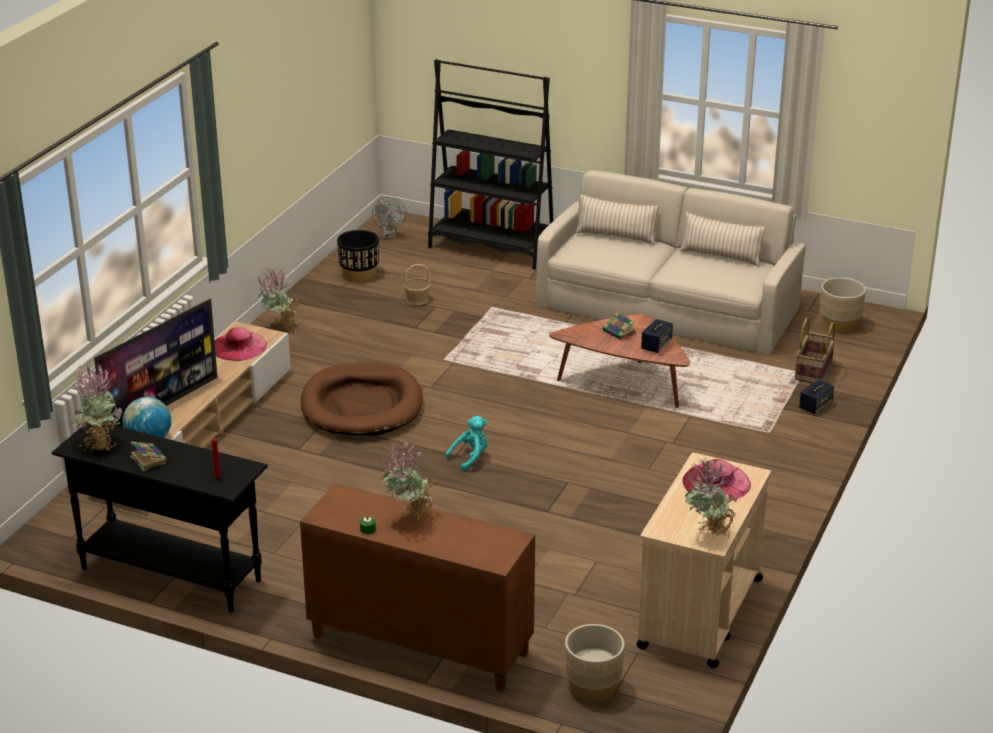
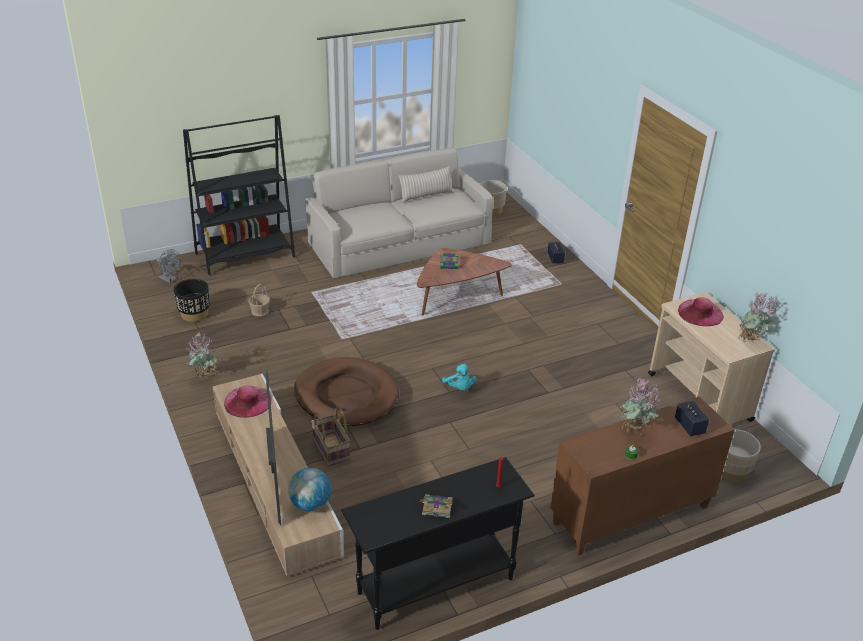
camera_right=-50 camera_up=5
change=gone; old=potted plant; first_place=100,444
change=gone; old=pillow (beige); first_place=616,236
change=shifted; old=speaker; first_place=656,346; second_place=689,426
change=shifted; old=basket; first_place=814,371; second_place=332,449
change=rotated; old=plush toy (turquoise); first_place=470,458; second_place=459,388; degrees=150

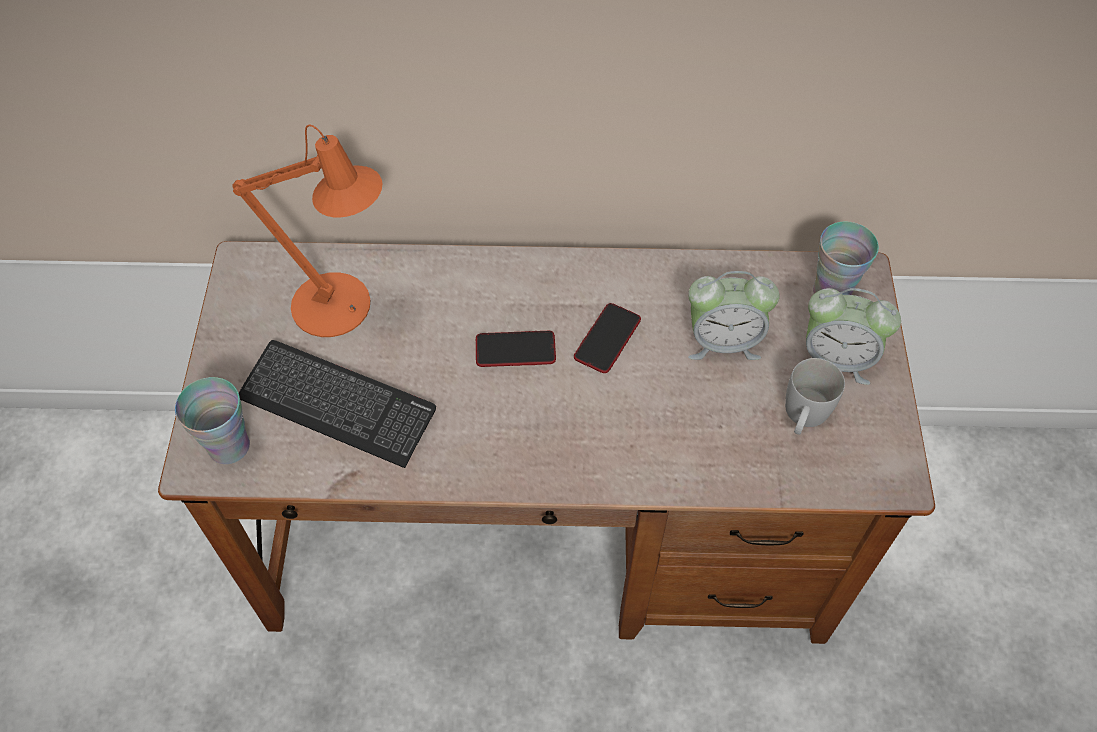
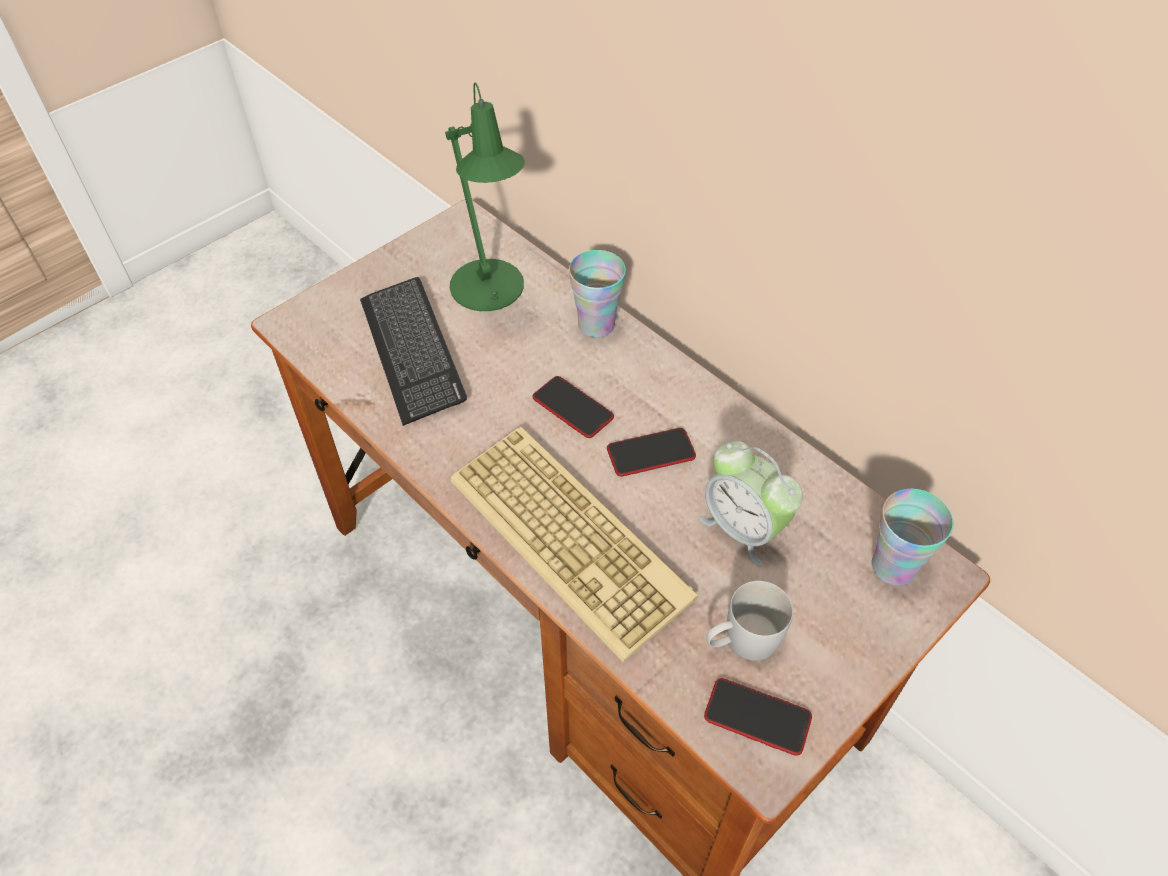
camera_right=45 camera_up=-5
change=gone; old=alarm clock; first_place=835,359
change=new; new=keyboard; second_place=573,537
change=new; new=phone; second_place=757,717
change=shifted; old=cup; first_place=229,446; second_place=596,324
change=repainted; old=table lamp (orange); new=table lamp (green); first_place=342,308; second_place=491,292

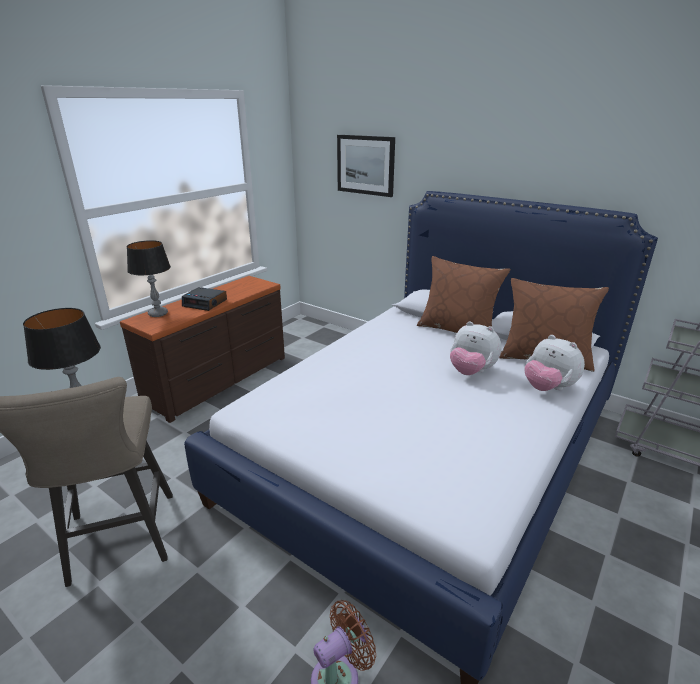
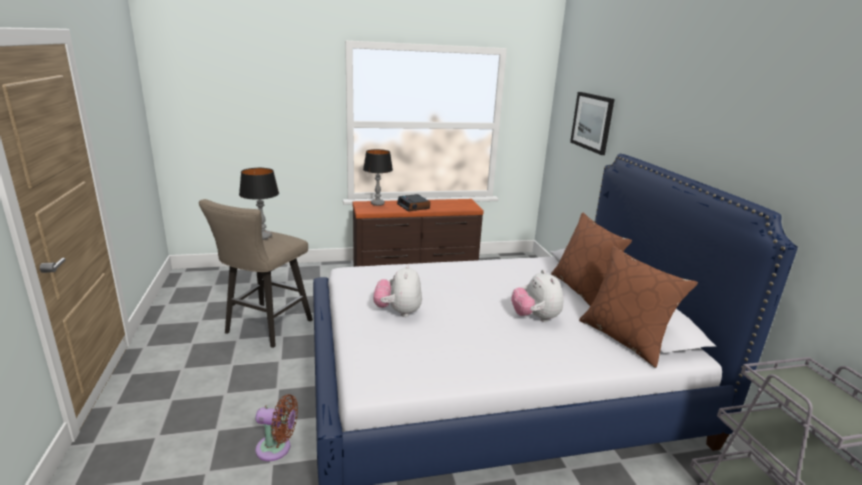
camera_right=40 camera_up=-5
change=shifted; old=plush toy; first_place=548,388; second_place=398,312

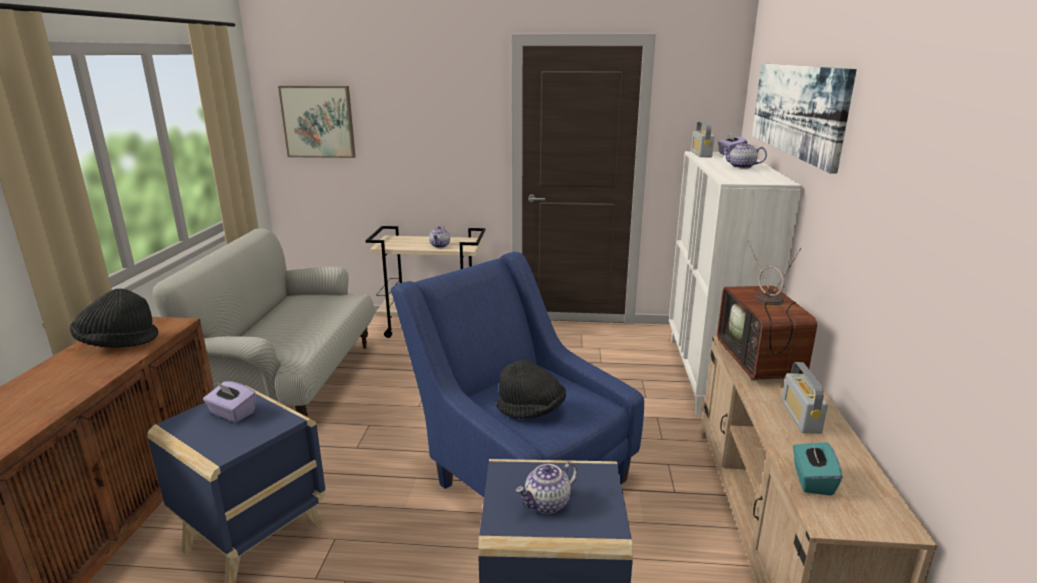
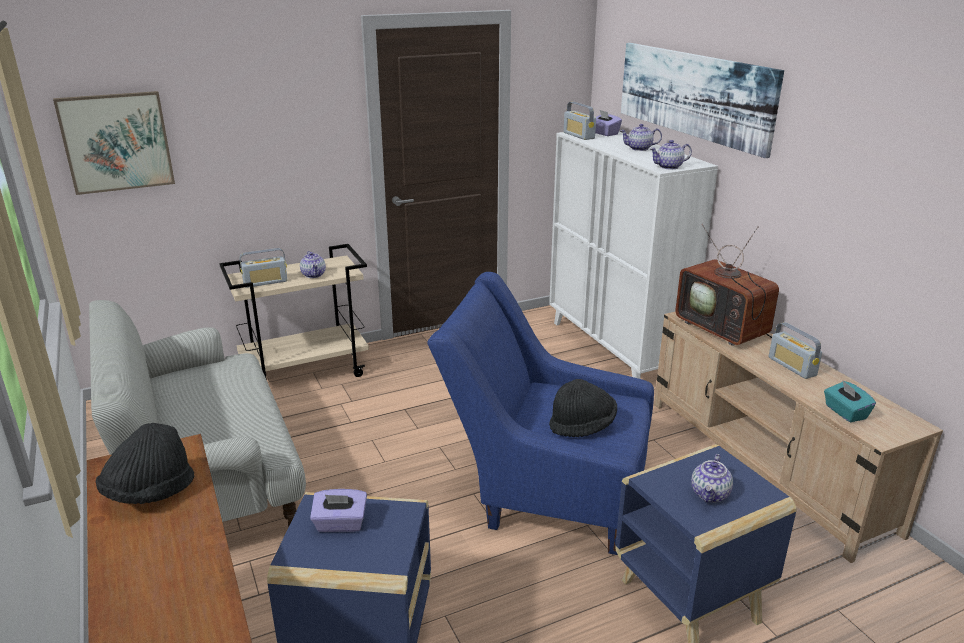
camera_right=-30 camera_up=5
change=new; new=radio; second_place=265,282
change=new; new=teapot; second_place=669,167

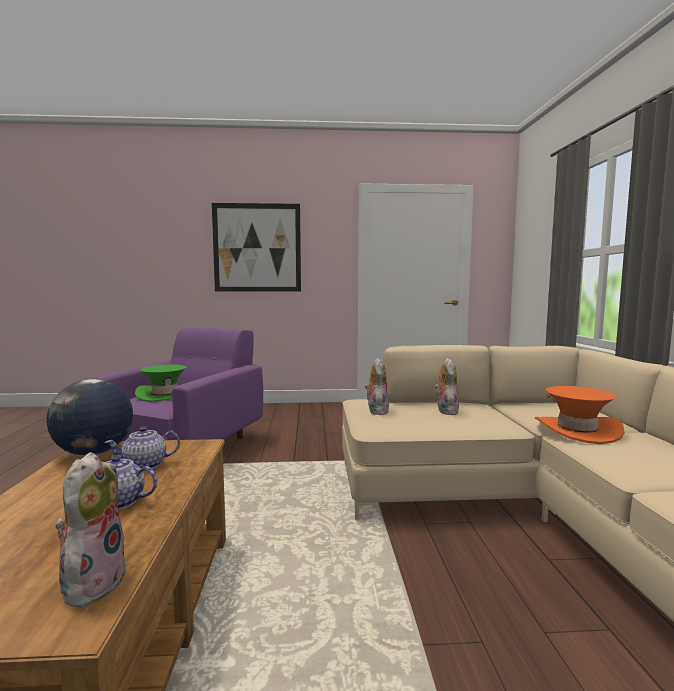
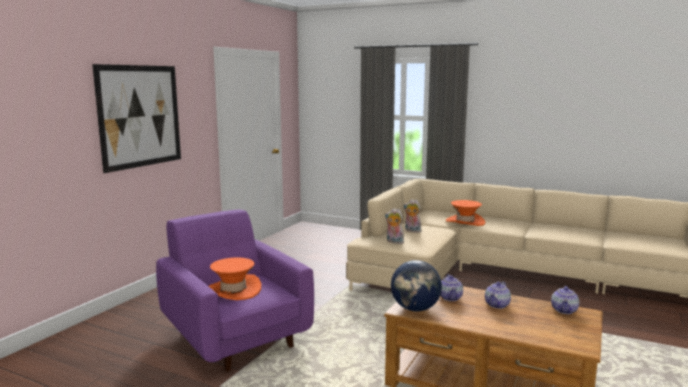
camera_right=-60 camera_up=5
change=swapped; old=plush toy; new=teapot; first_place=93,581; second_place=564,310
change=repainted; old=hat (green); new=hat (orange); first_place=165,395; second_place=233,290

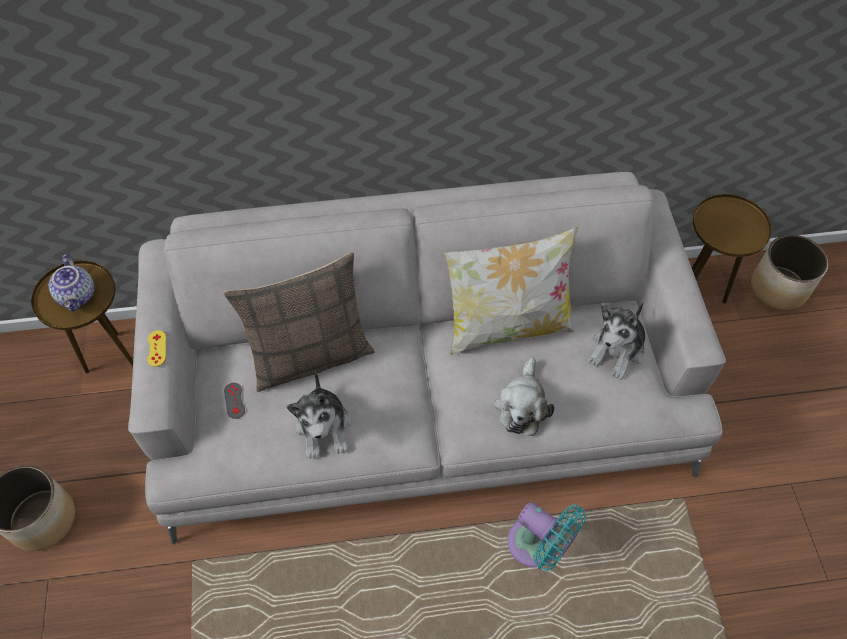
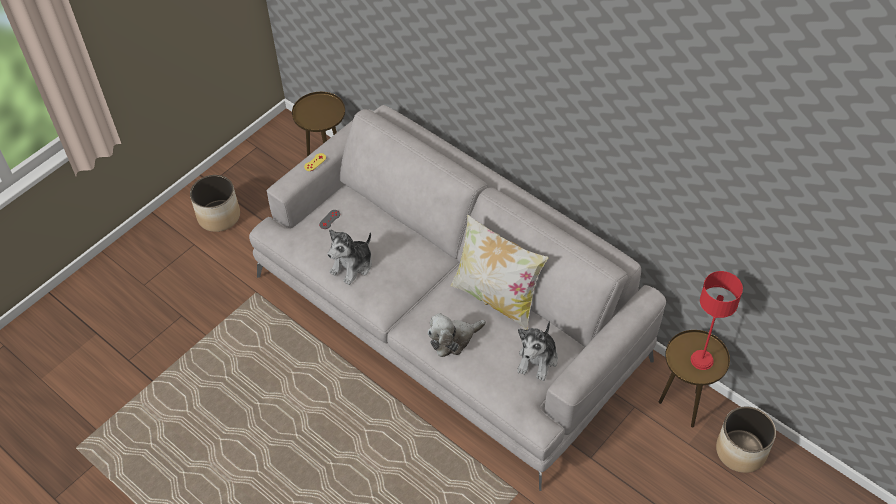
camera_right=50 camera_up=-5
change=gone; old=teapot; first_place=78,295
change=gone; old=pillow; first_place=311,355
change=gone; old=fan (turquoise); first_place=538,546
change=new; new=table lamp (red); second_place=702,360
change=rotated; old=plush toy; first_place=617,350; second_place=538,359; degrees=-60

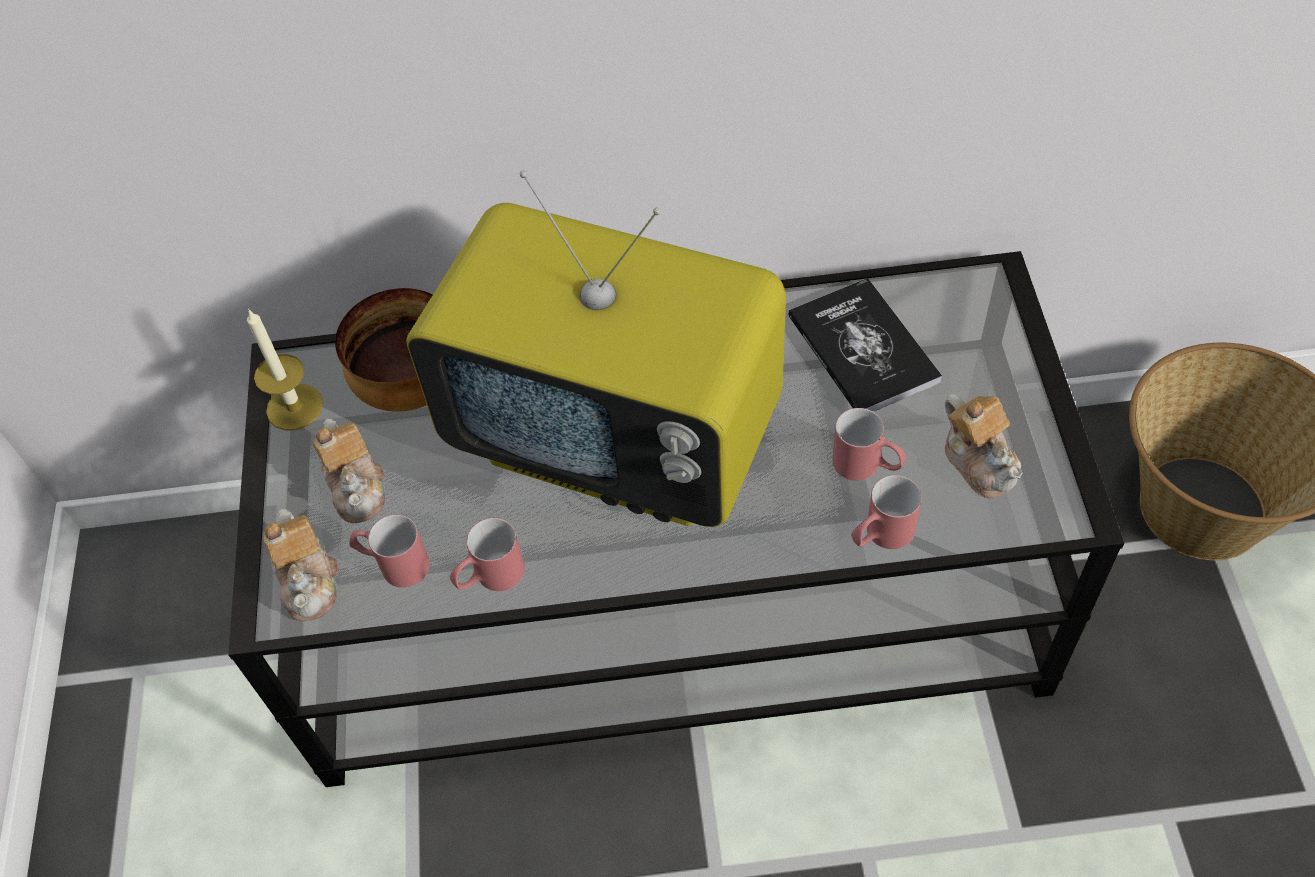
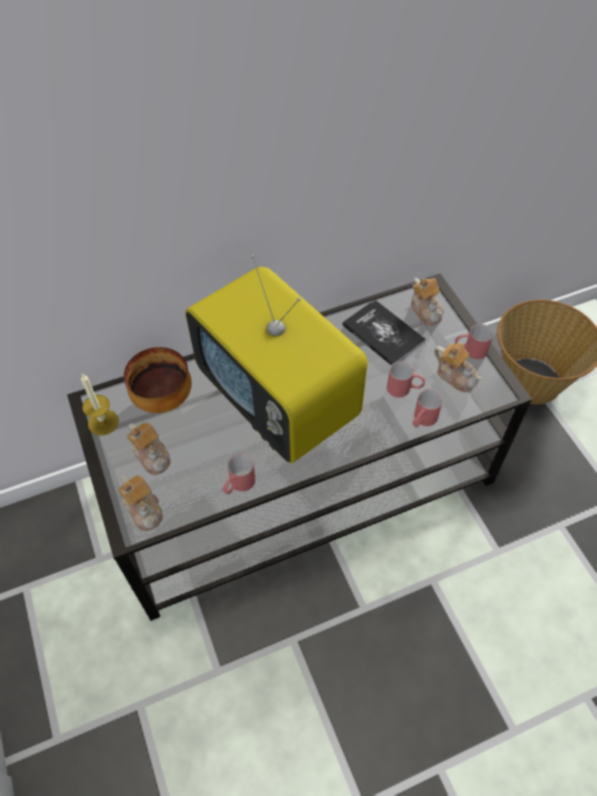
camera_right=-20 camera_up=0
change=new; new=teapot; second_place=426,310
change=shifted; old=mug (red); first_place=393,564; second_place=469,351
change=rotated; old=television; first_place=620,440; second_place=280,402; degrees=45

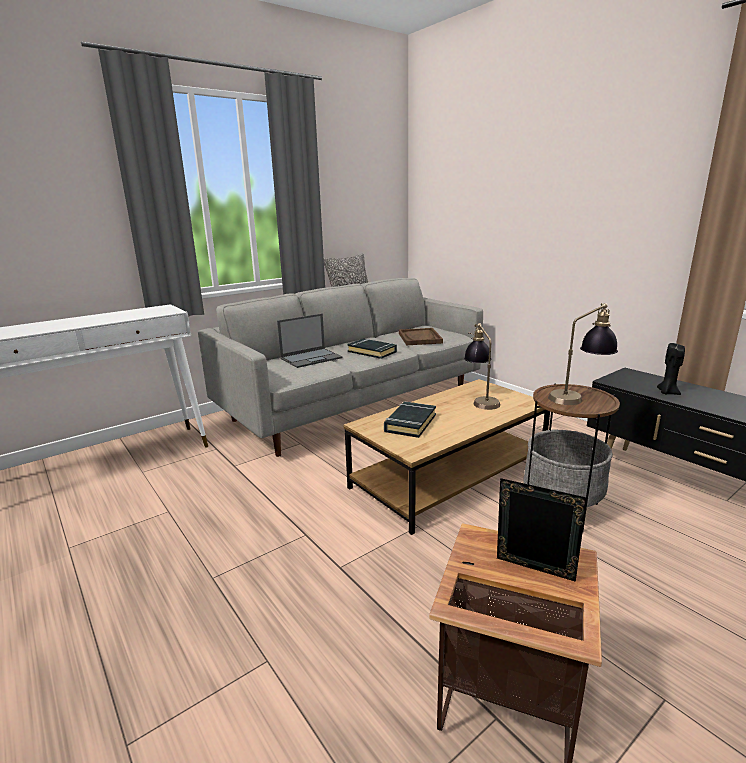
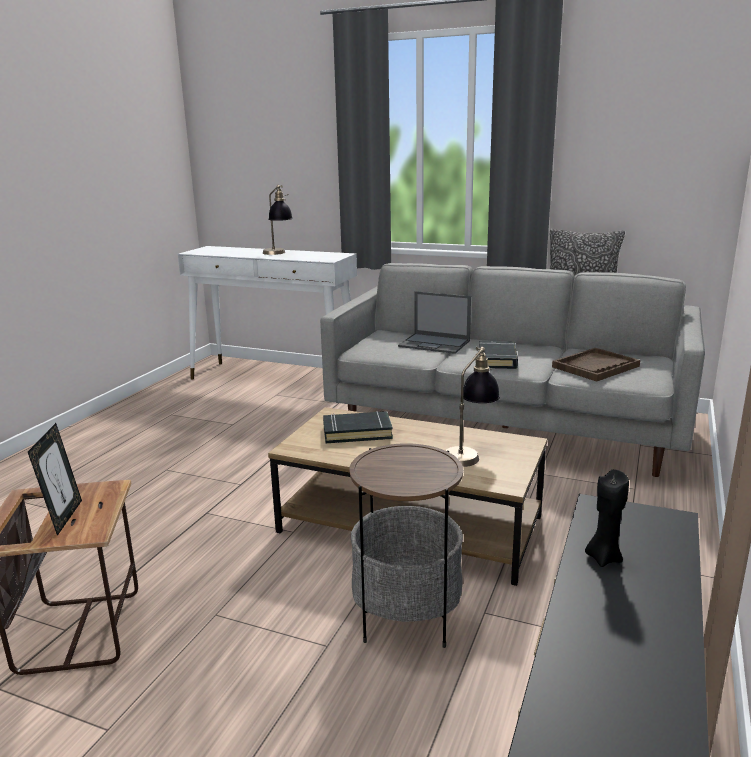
camera_right=60 camera_up=0
change=shifted; old=table lamp; first_place=578,398; second_place=278,254

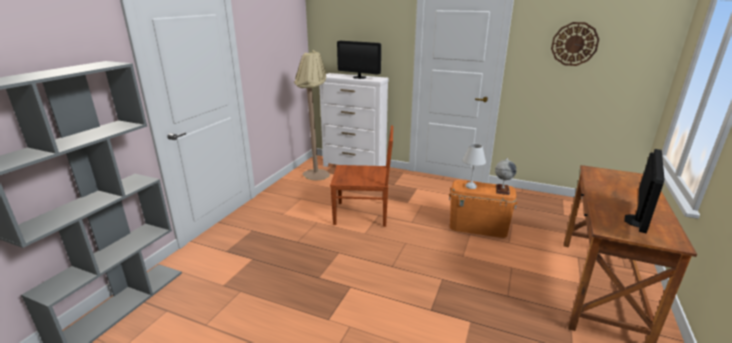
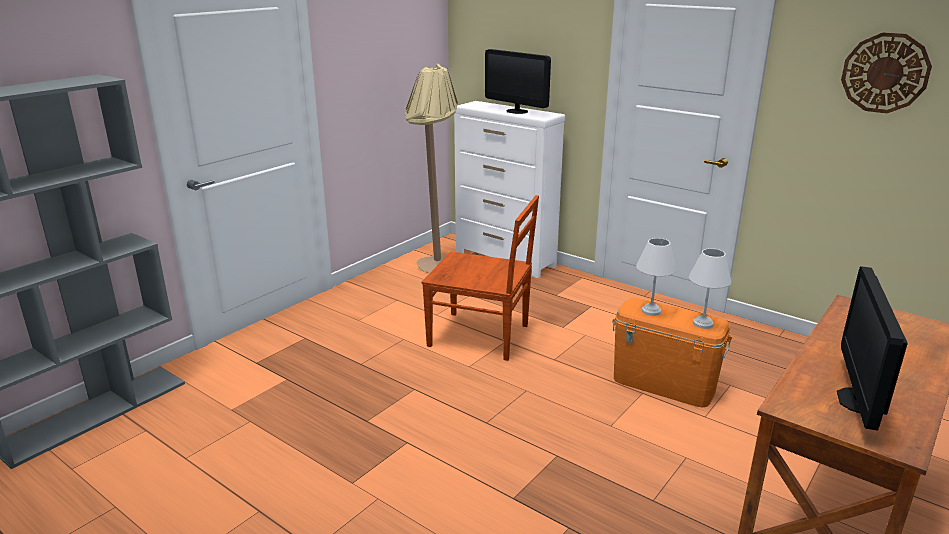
camera_right=15 camera_up=0
change=swapped; old=globe; new=table lamp (white); first_place=502,190; second_place=703,323
change=rotated; old=monitor; first_place=636,221; second_place=858,401; degrees=150

